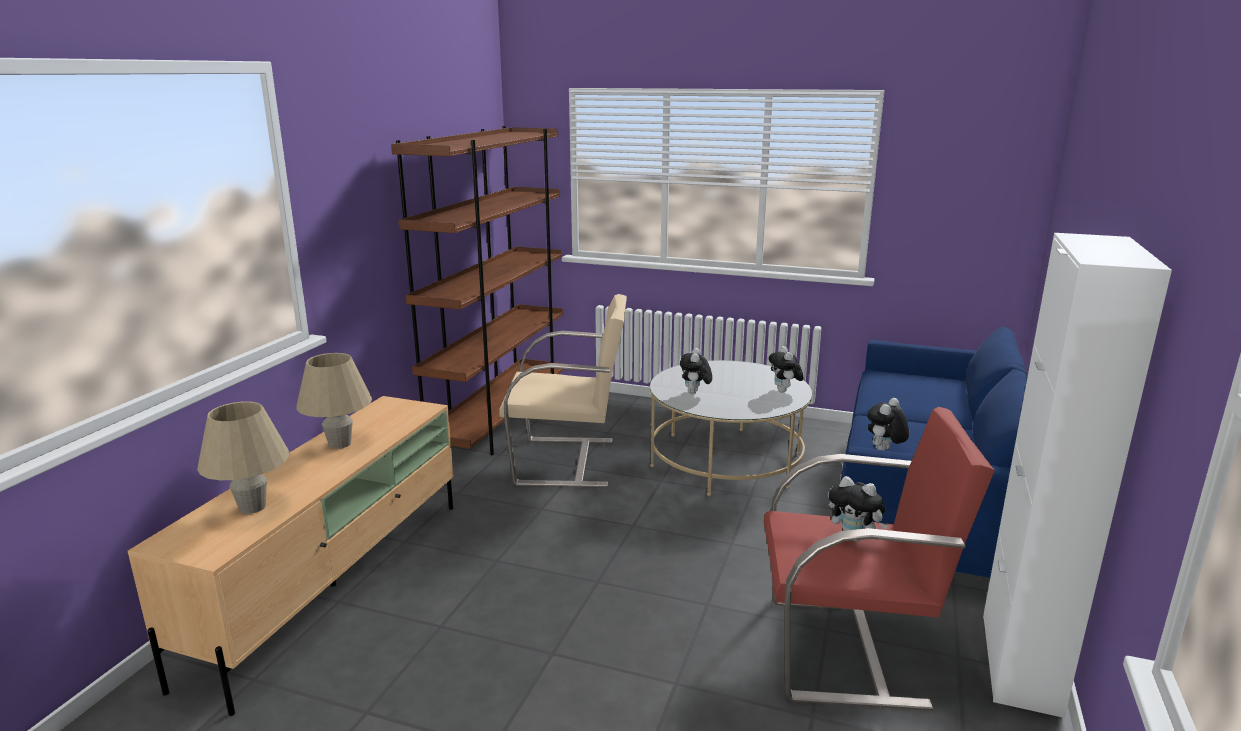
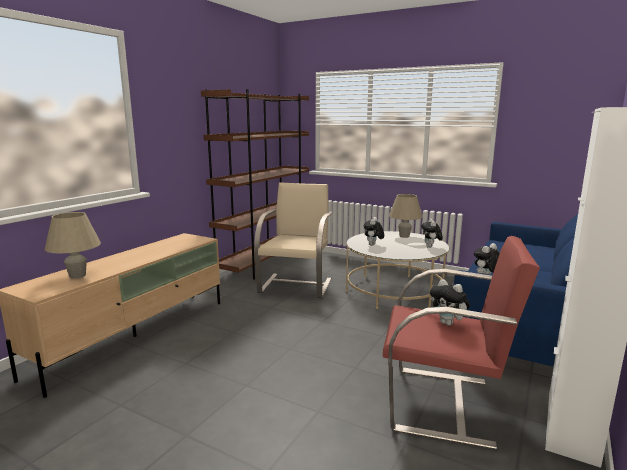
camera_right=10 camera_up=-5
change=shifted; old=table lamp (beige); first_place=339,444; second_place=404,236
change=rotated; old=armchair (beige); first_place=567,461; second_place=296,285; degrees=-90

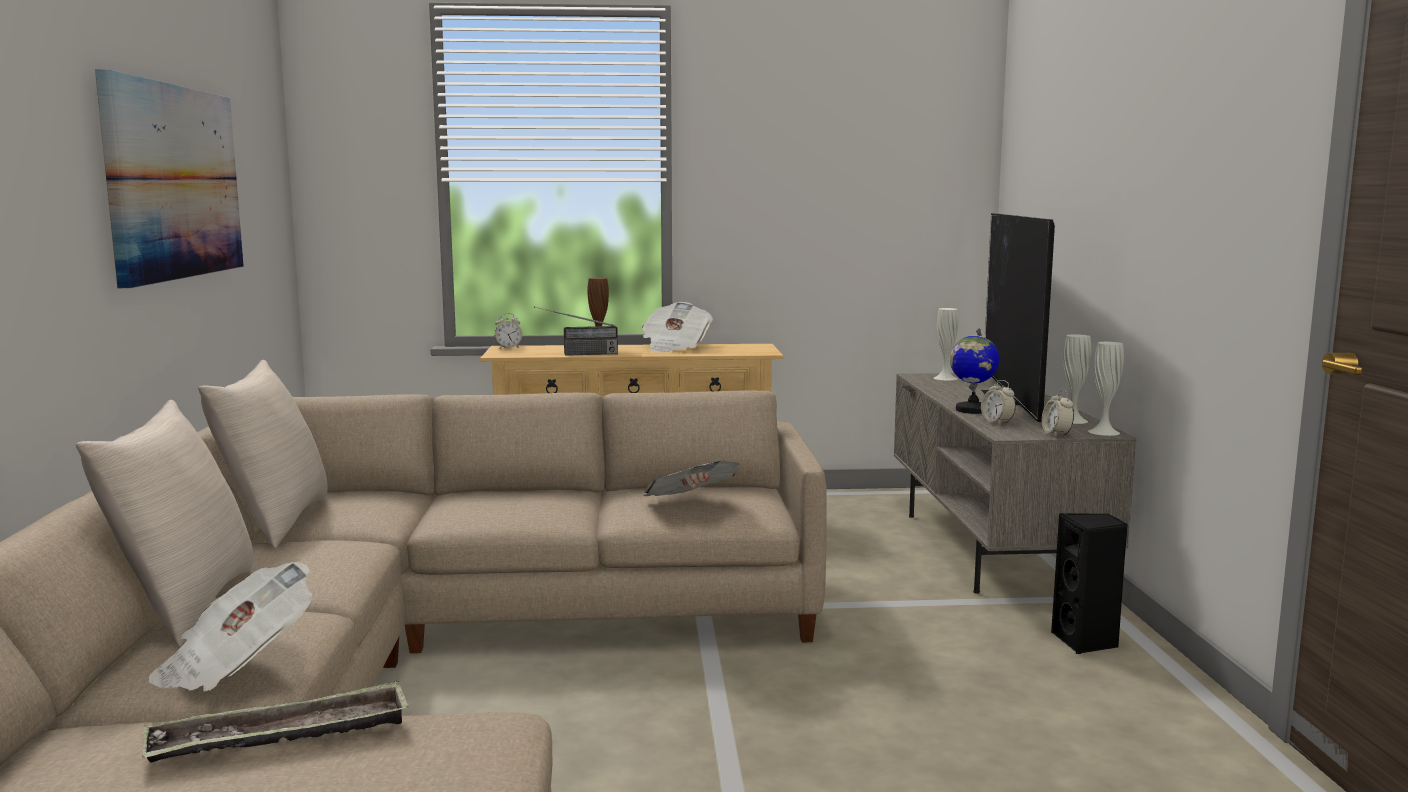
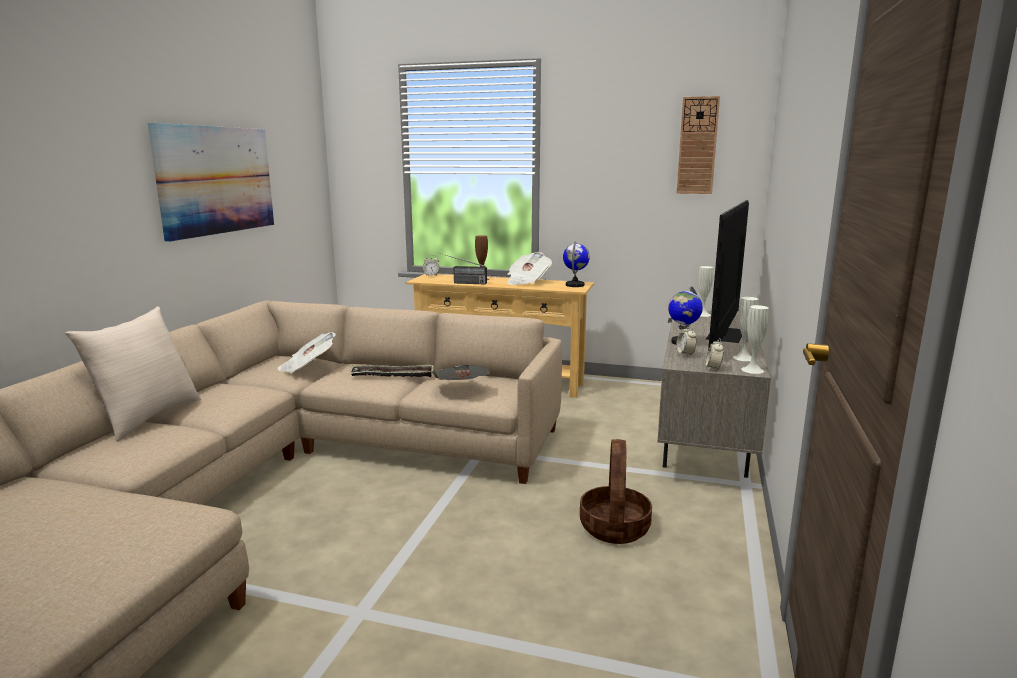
camera_right=20 camera_up=5
change=gone; old=pillow (beige); first_place=275,522
change=gone; old=speaker (black); first_place=1086,642
change=new; new=globe; second_place=575,285
change=new; new=basket; second_place=615,528
change=new; new=wall clock; second_place=697,146
change=shifted; old=tray; first_place=281,736; second_place=392,375
change=shifted; old=newspaper; first_place=236,665; second_place=307,367

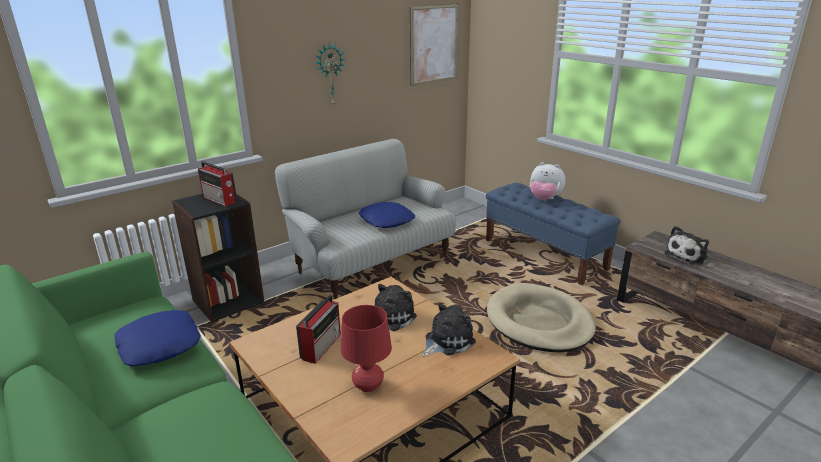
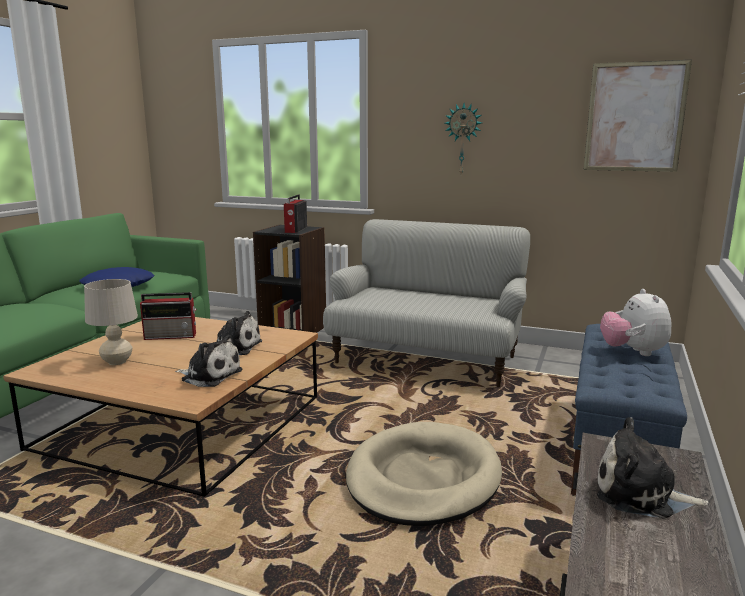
camera_right=60 camera_up=-10
change=gone; old=pillow (blue); first_place=387,220
change=repainted; old=table lamp (red); new=table lamp (beige); first_place=368,386; second_place=117,362

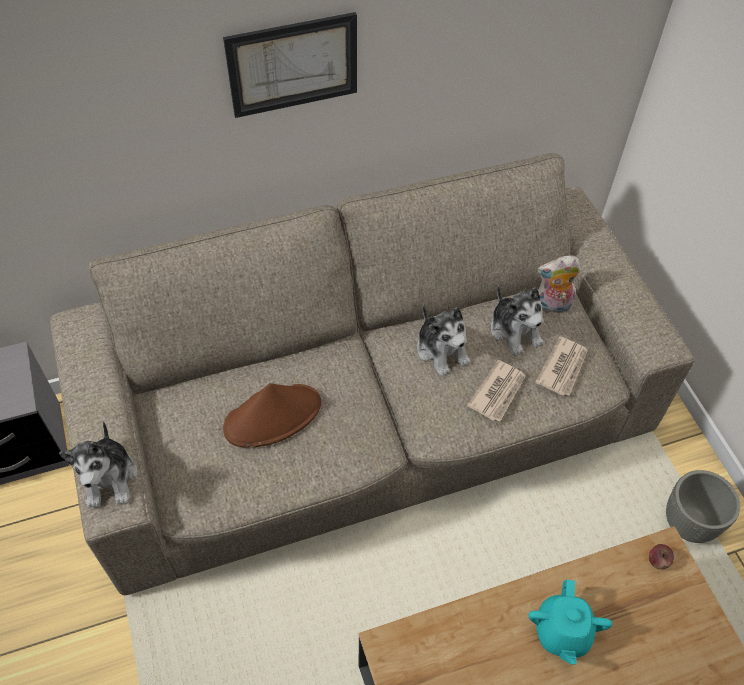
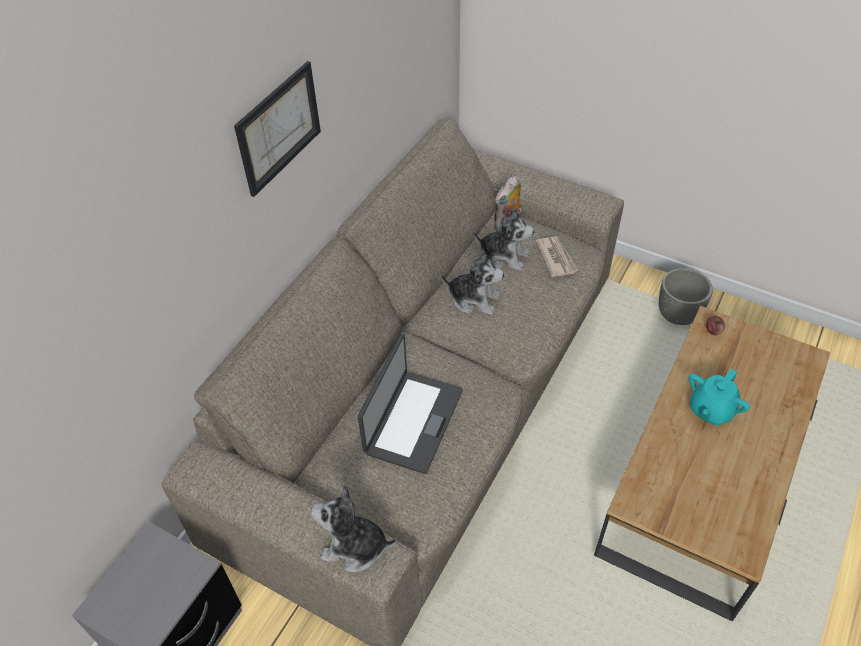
camera_right=-40 camera_up=-5
change=gone; old=newspaper; first_place=498,392
change=swapped; old=hat (brown); new=laptop; first_place=273,416; second_place=412,421
change=rotated; old=plush toy; first_place=110,477; second_place=354,547; degrees=150
change=rotated; old=teapot (turquoise); first_place=562,632; second_place=711,410; degrees=75

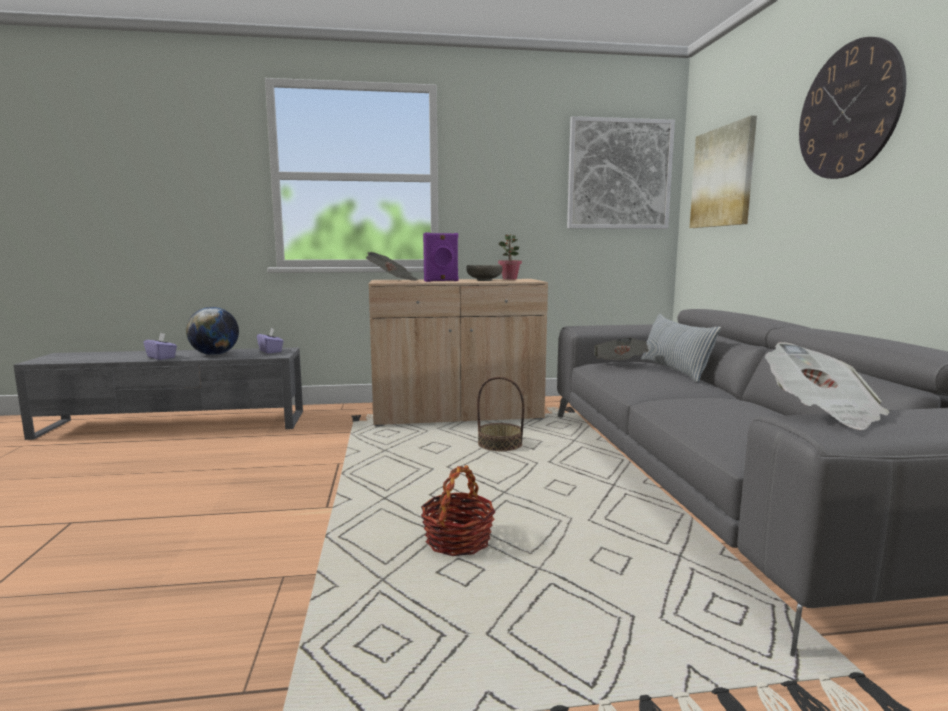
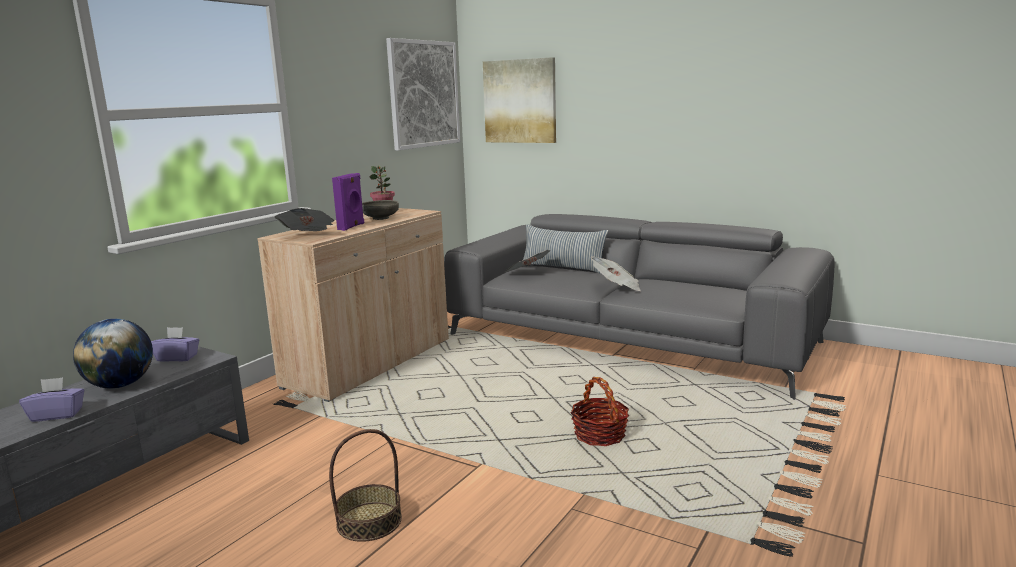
camera_right=-50 camera_up=5
change=gone; old=wall clock; first_place=848,111
change=shifted; old=basket; first_place=500,444; second_place=369,521
change=shifted; old=newspaper; first_place=822,413; second_place=616,287

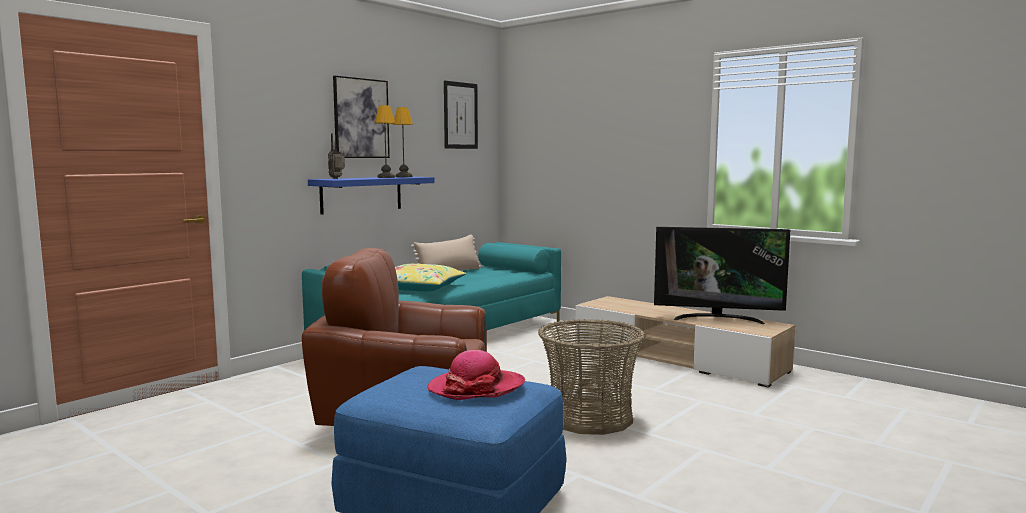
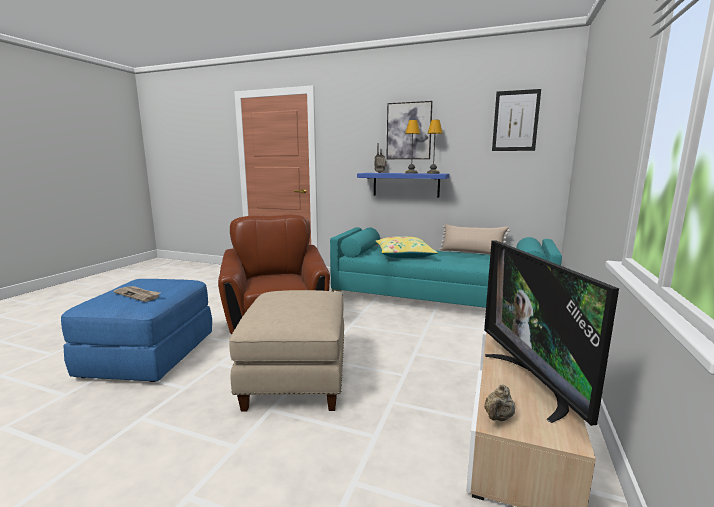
camera_right=70 camera_up=5
change=new; new=teapot (beige); second_place=498,418
change=swapped; old=hat; new=newspaper; first_place=476,388; second_place=138,295
change=swapped; old=basket; new=ottoman (beige); first_place=590,417; second_place=298,378

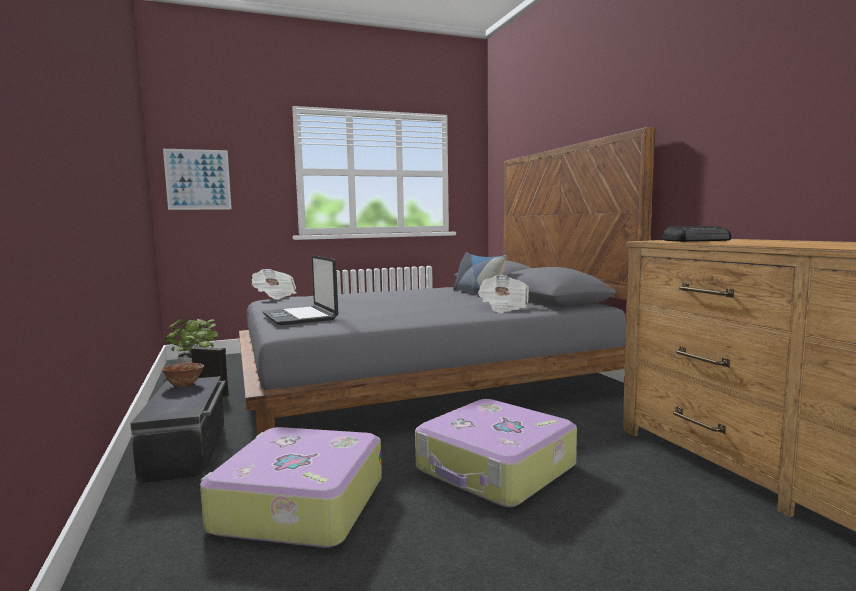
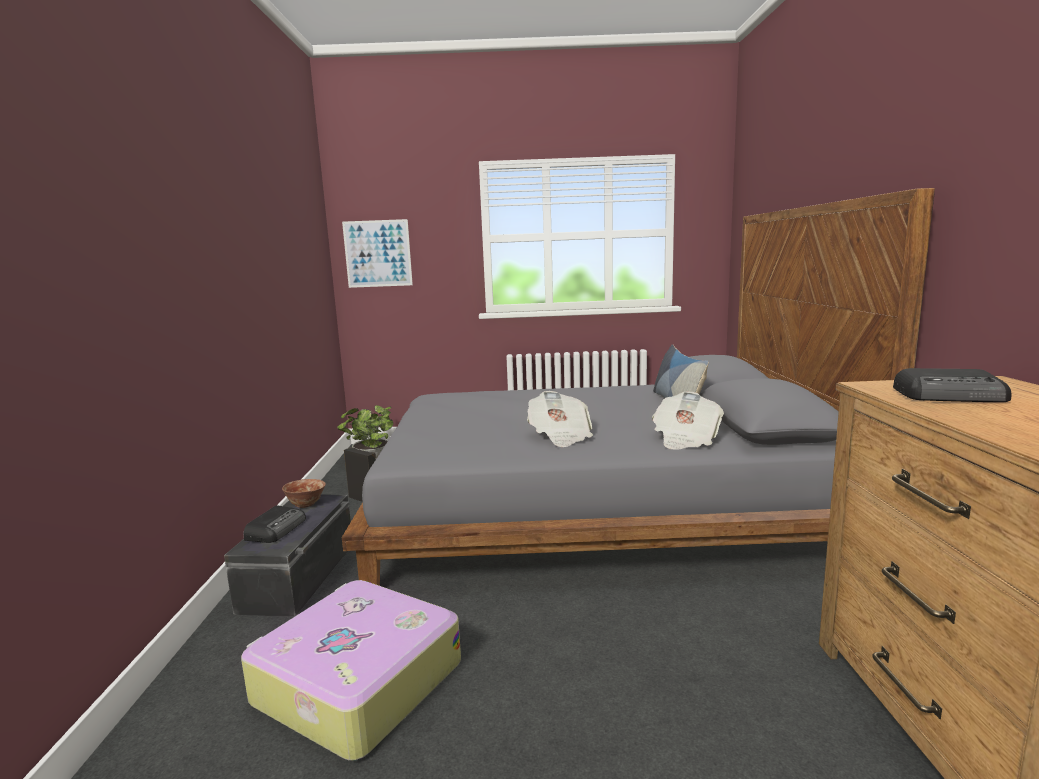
camera_right=20 camera_up=5
change=gone; old=laptop; first_place=300,317
change=gone; old=suitcase; first_place=495,469
change=new; new=radio; second_place=277,529
change=shifted; old=newspaper; first_place=274,296; second_place=560,436

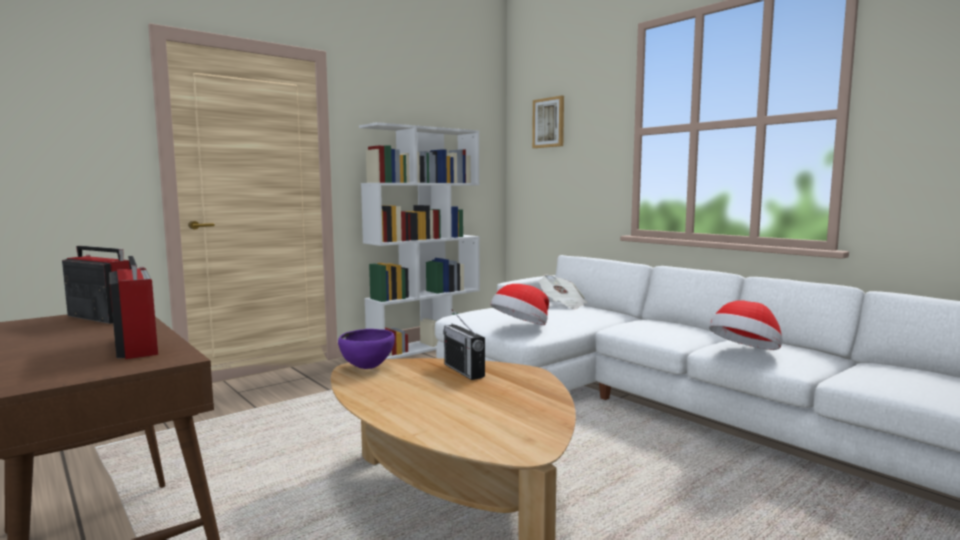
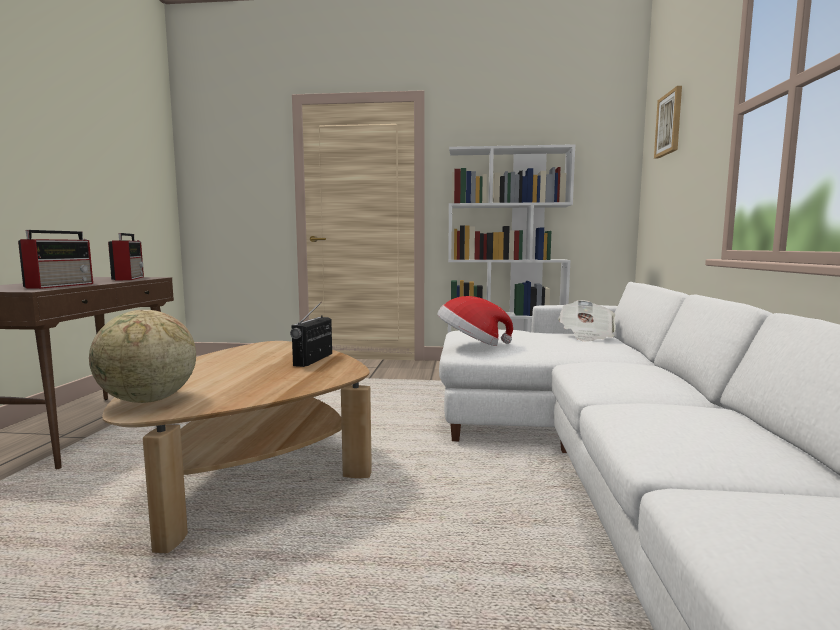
camera_right=45 camera_up=0
change=gone; old=bowl (purple); first_place=367,367
change=gone; old=hat; first_place=745,352
change=new; new=globe; second_place=148,401

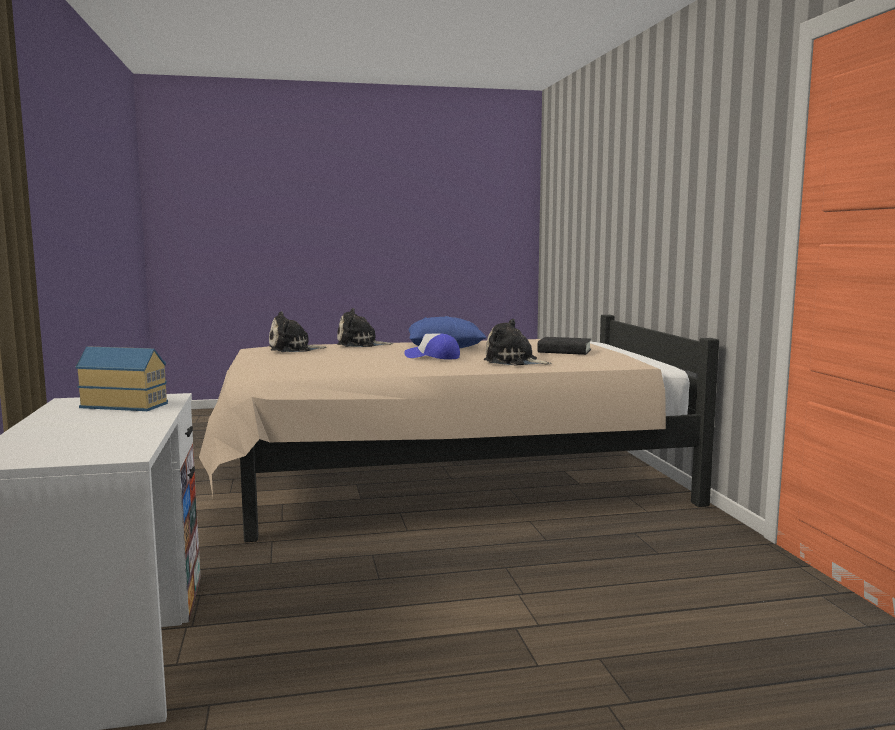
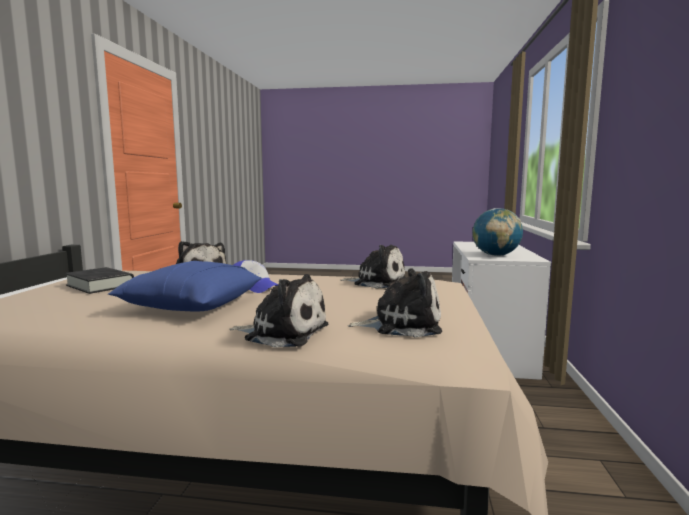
camera_right=-160 camera_up=0
change=new; new=plush toy; second_place=377,282
change=swapped; old=toy house; new=globe; first_place=126,404; second_place=496,255

